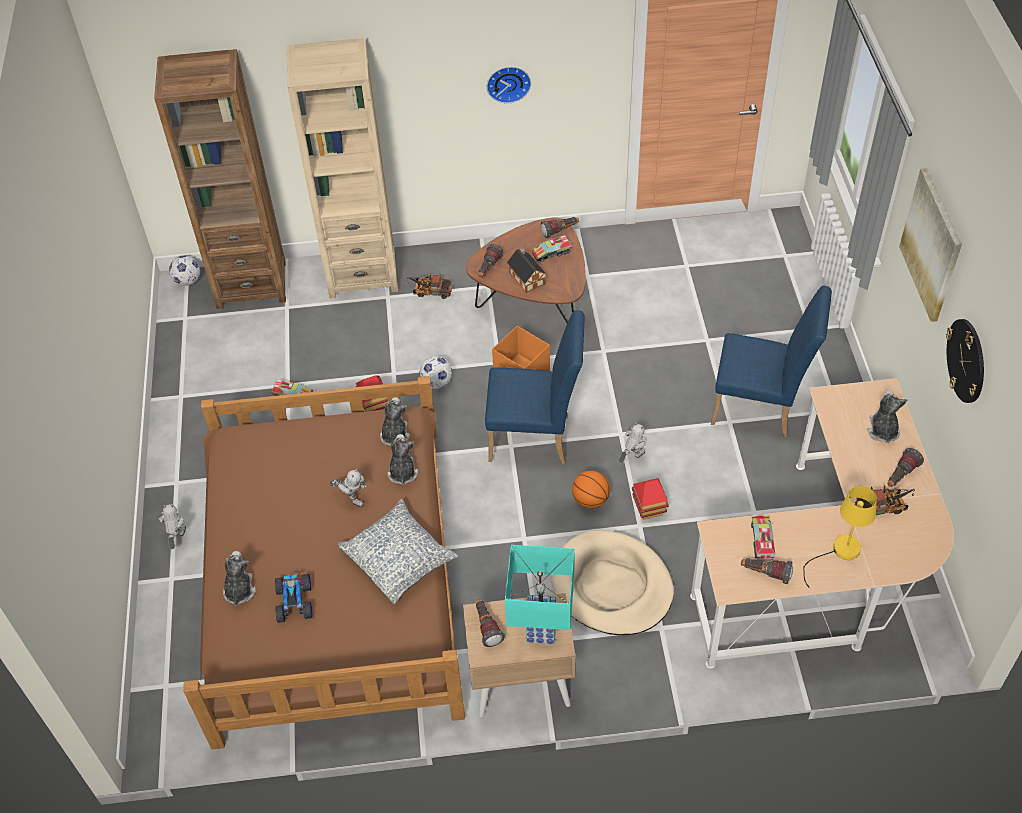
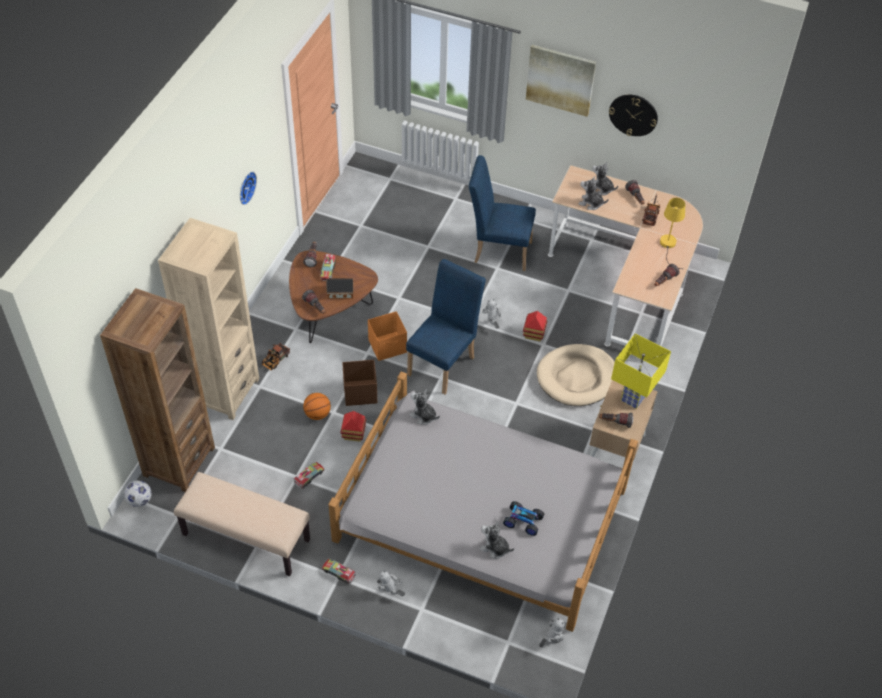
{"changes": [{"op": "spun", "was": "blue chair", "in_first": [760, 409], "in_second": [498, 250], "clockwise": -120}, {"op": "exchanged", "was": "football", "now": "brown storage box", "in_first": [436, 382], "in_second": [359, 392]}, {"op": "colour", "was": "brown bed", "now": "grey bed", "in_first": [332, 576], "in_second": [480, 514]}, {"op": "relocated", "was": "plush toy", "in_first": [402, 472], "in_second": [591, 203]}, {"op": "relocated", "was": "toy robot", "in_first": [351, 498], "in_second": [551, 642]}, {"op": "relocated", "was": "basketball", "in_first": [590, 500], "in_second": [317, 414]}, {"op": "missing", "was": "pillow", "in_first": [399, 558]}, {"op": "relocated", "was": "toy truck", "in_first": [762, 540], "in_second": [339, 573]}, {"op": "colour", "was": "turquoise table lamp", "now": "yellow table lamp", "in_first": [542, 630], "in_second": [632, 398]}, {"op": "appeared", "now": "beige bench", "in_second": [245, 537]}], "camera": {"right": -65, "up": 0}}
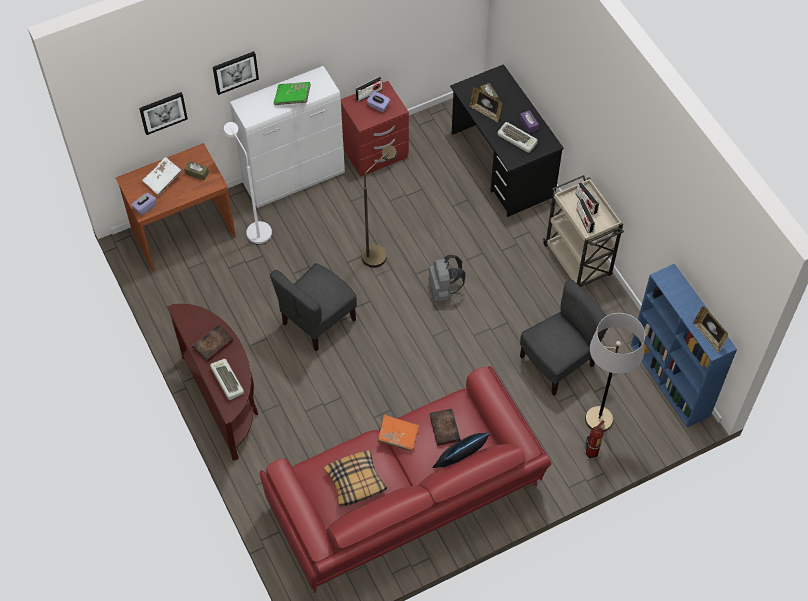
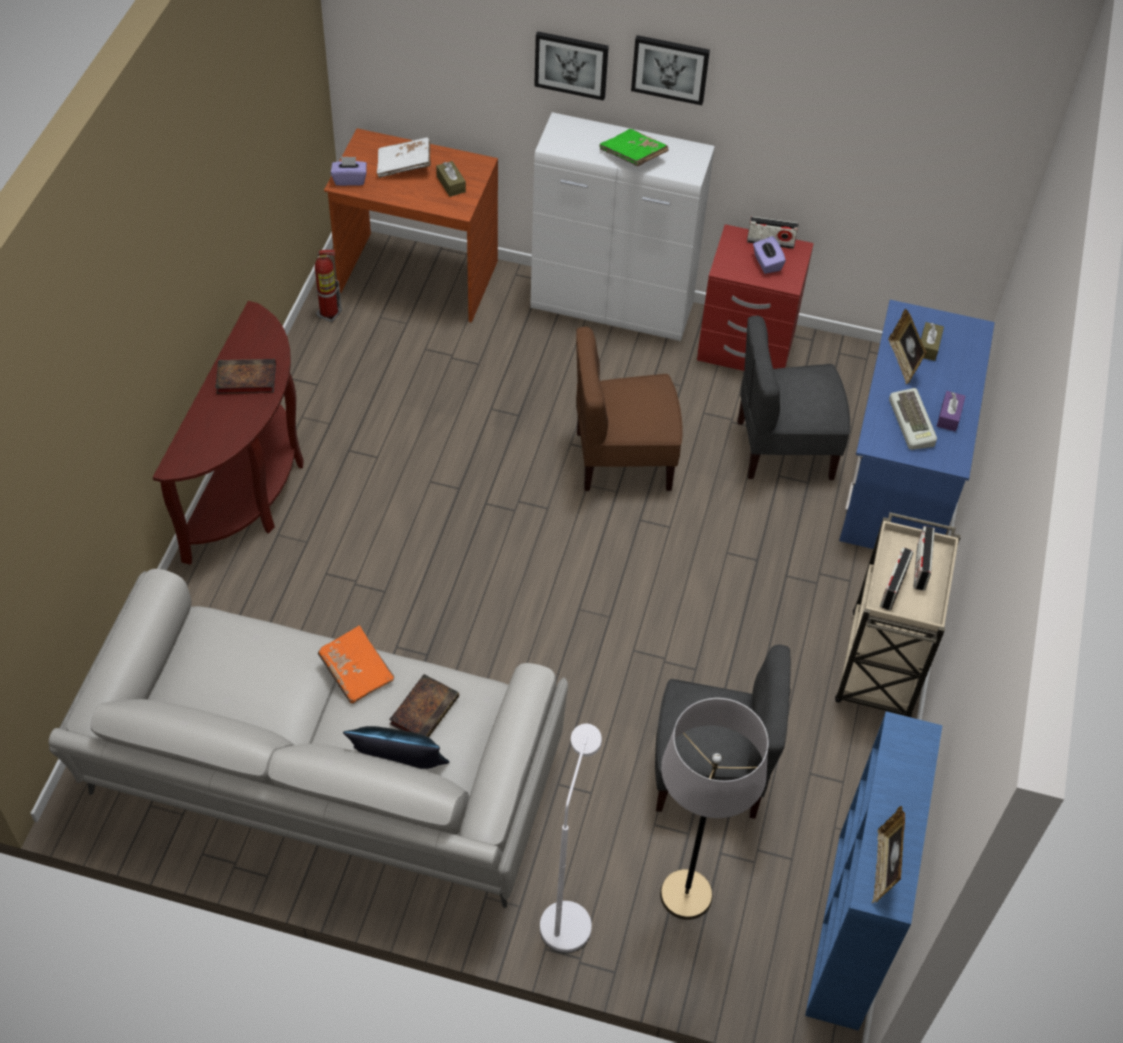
{"changes": [{"op": "colour", "was": "black desk", "now": "blue desk", "in_first": [502, 165], "in_second": [901, 474]}, {"op": "relocated", "was": "picture", "in_first": [163, 112], "in_second": [670, 68]}, {"op": "relocated", "was": "white floor lamp", "in_first": [255, 229], "in_second": [567, 914]}, {"op": "exchanged", "was": "brown floor lamp", "now": "brown chair", "in_first": [378, 251], "in_second": [622, 459]}, {"op": "missing", "was": "grey backpack", "in_first": [444, 290]}, {"op": "relocated", "was": "grey chair", "in_first": [318, 321], "in_second": [783, 448]}, {"op": "missing", "was": "keyboard", "in_first": [226, 381]}, {"op": "colour", "was": "red sofa", "now": "grey sofa", "in_first": [405, 499], "in_second": [321, 778]}, {"op": "relocated", "was": "fire extinguisher", "in_first": [592, 453], "in_second": [329, 314]}, {"op": "missing", "was": "pillow", "in_first": [355, 482]}], "camera": {"right": 40, "up": -5}}
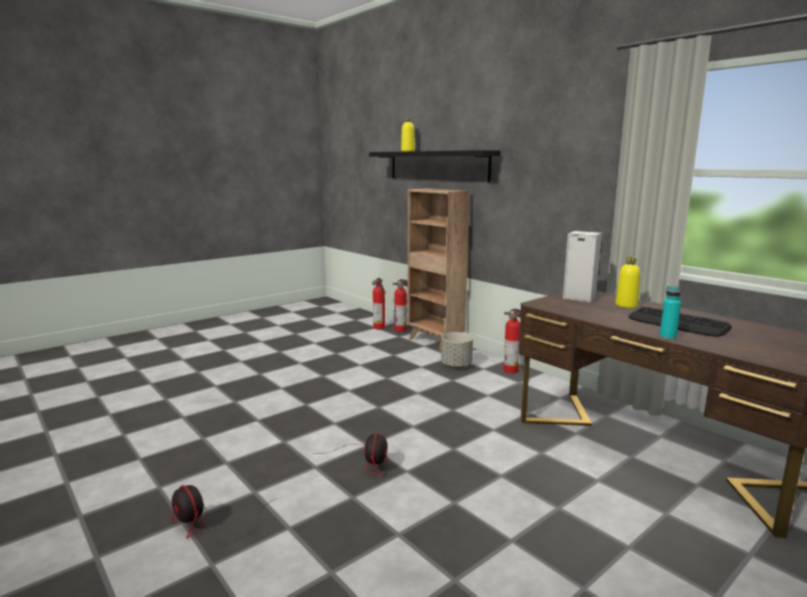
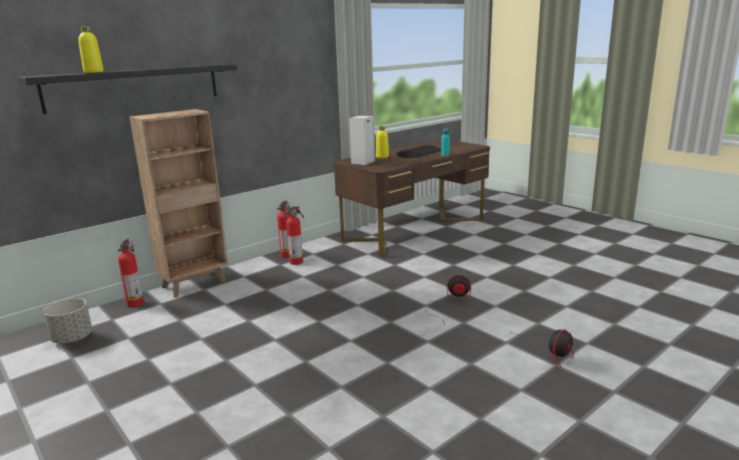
{"changes": [{"op": "relocated", "was": "fire extinguisher", "in_first": [379, 327], "in_second": [297, 262]}, {"op": "relocated", "was": "grey planter", "in_first": [456, 365], "in_second": [72, 338]}], "camera": {"right": -90, "up": 5}}
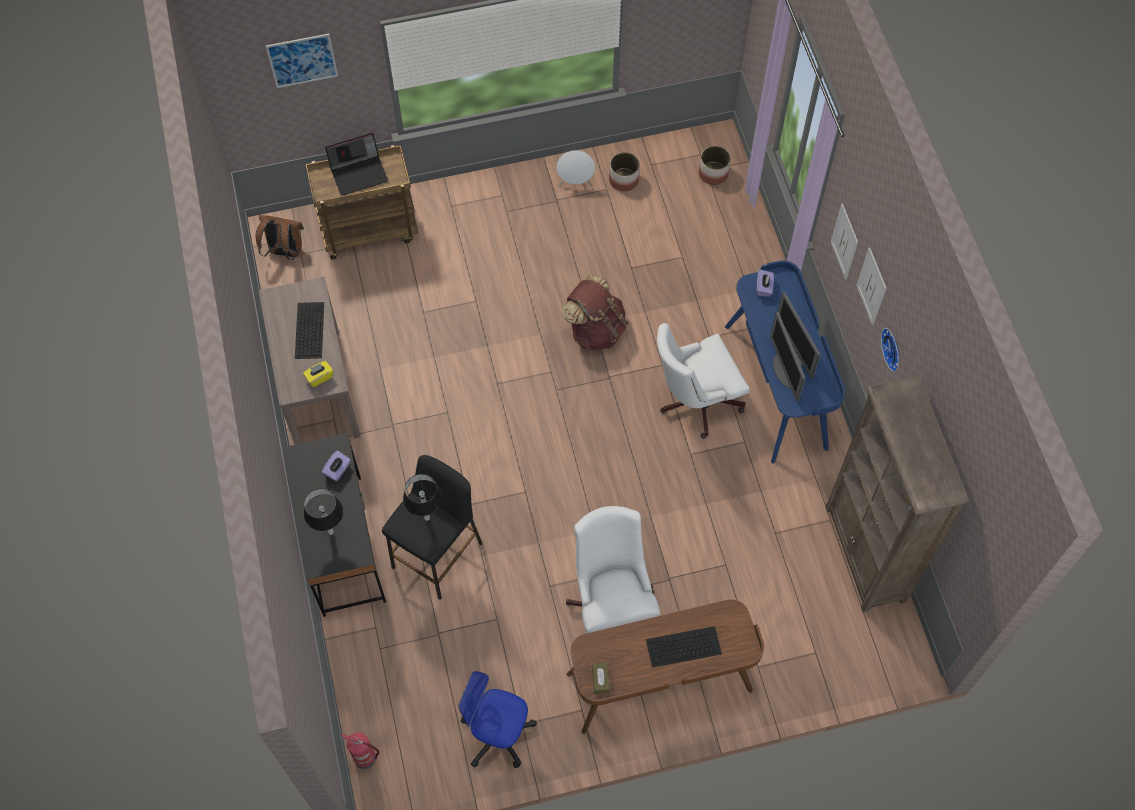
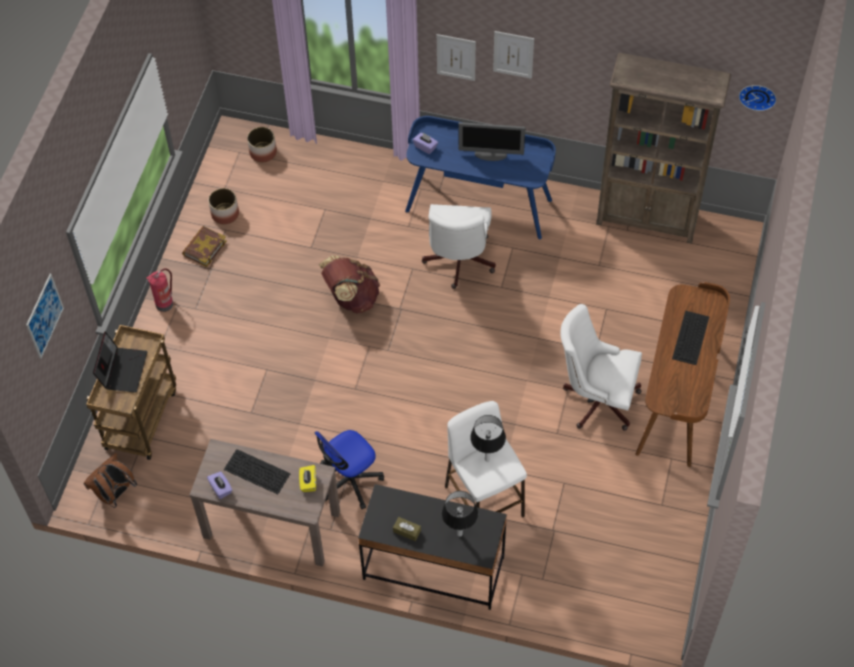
{"changes": [{"op": "exchanged", "was": "white speaker", "now": "book", "in_first": [575, 183], "in_second": [204, 248]}, {"op": "missing", "was": "monitor", "in_first": [783, 371]}, {"op": "relocated", "was": "wall clock", "in_first": [893, 348], "in_second": [758, 95]}, {"op": "relocated", "was": "purple tissue box", "in_first": [337, 470], "in_second": [221, 488]}, {"op": "colour", "was": "black stool", "now": "white stool", "in_first": [437, 555], "in_second": [484, 500]}, {"op": "relocated", "was": "brown tissue box", "in_first": [600, 680], "in_second": [407, 531]}, {"op": "relocated", "was": "office chair", "in_first": [497, 733], "in_second": [349, 480]}, {"op": "relocated", "was": "fire extinguisher", "in_first": [366, 757], "in_second": [165, 303]}], "camera": {"right": -60, "up": -5}}
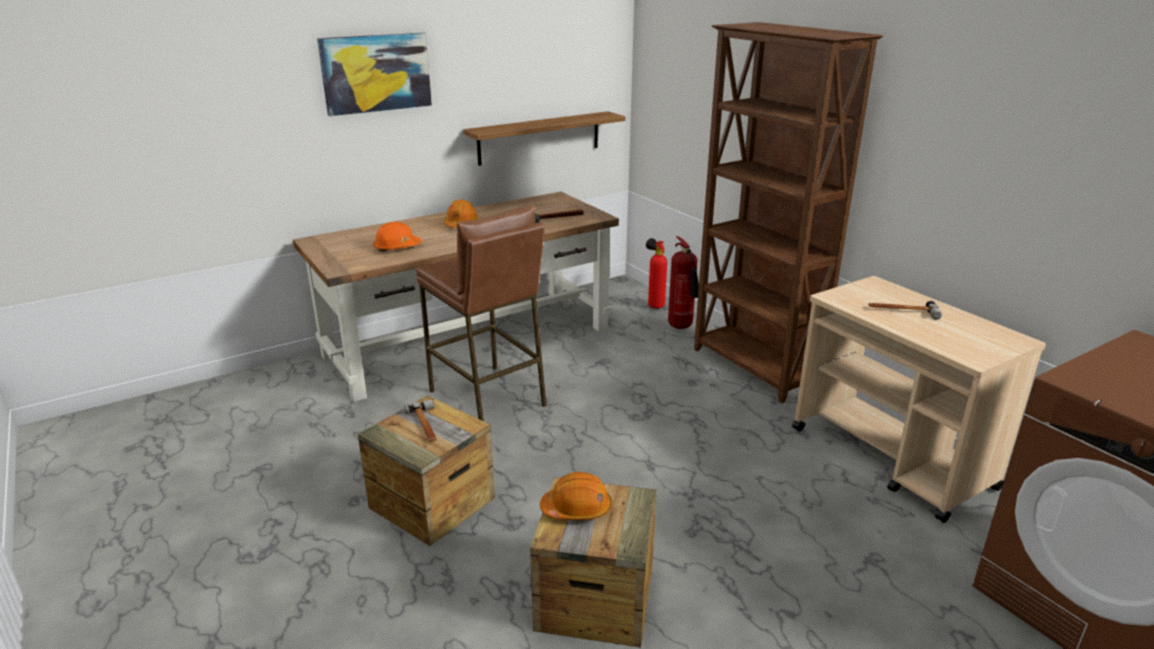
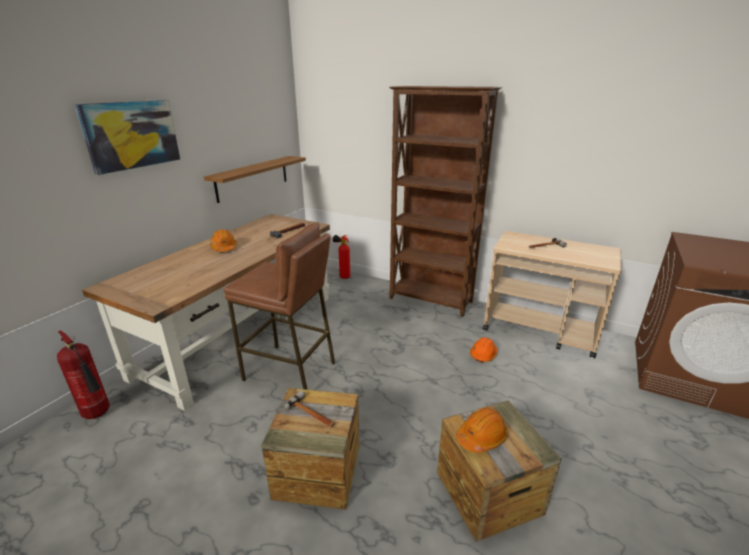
{"changes": [{"op": "relocated", "was": "orange hard hat", "in_first": [397, 247], "in_second": [483, 355]}, {"op": "relocated", "was": "fire extinguisher", "in_first": [682, 327], "in_second": [99, 414]}], "camera": {"right": -30, "up": 0}}
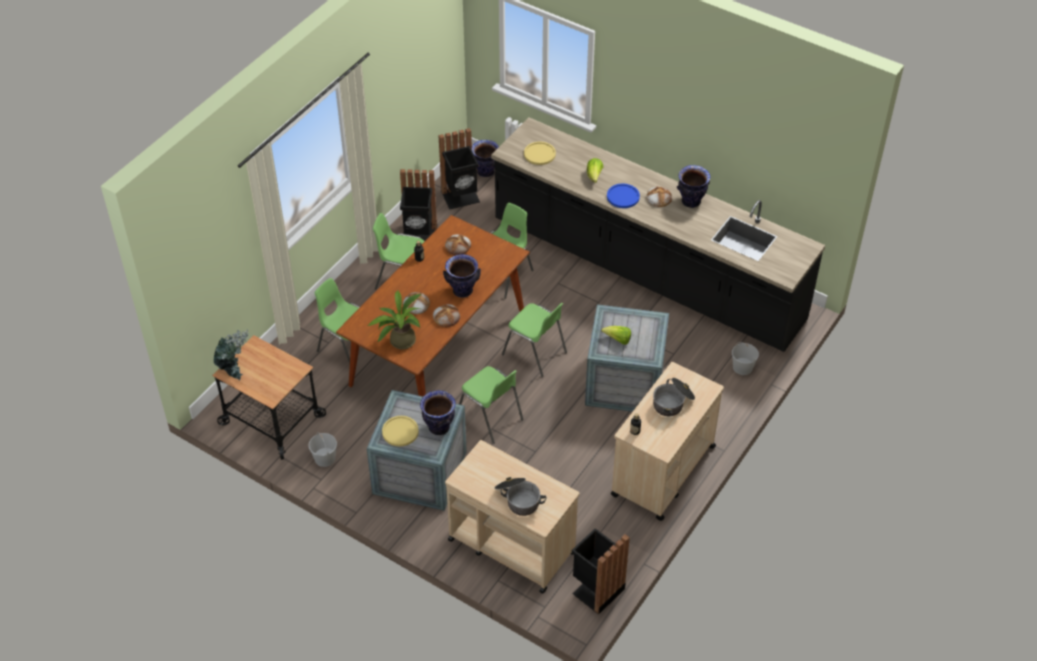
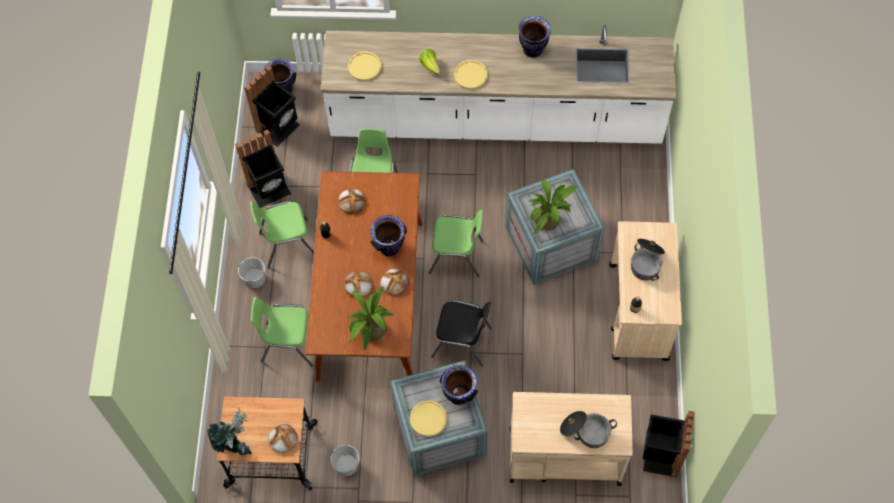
{"changes": [{"op": "colour", "was": "black counter", "now": "white counter", "in_first": [646, 272], "in_second": [496, 121]}, {"op": "colour", "was": "blue plate", "now": "yellow plate", "in_first": [623, 196], "in_second": [470, 75]}, {"op": "relocated", "was": "bread", "in_first": [658, 198], "in_second": [282, 439]}, {"op": "exchanged", "was": "lettuce", "now": "potted plant", "in_first": [618, 340], "in_second": [549, 220]}, {"op": "relocated", "was": "white bucket", "in_first": [742, 367], "in_second": [254, 279]}, {"op": "colour", "was": "green chair", "now": "black chair", "in_first": [490, 418], "in_second": [462, 342]}], "camera": {"right": -30, "up": 15}}
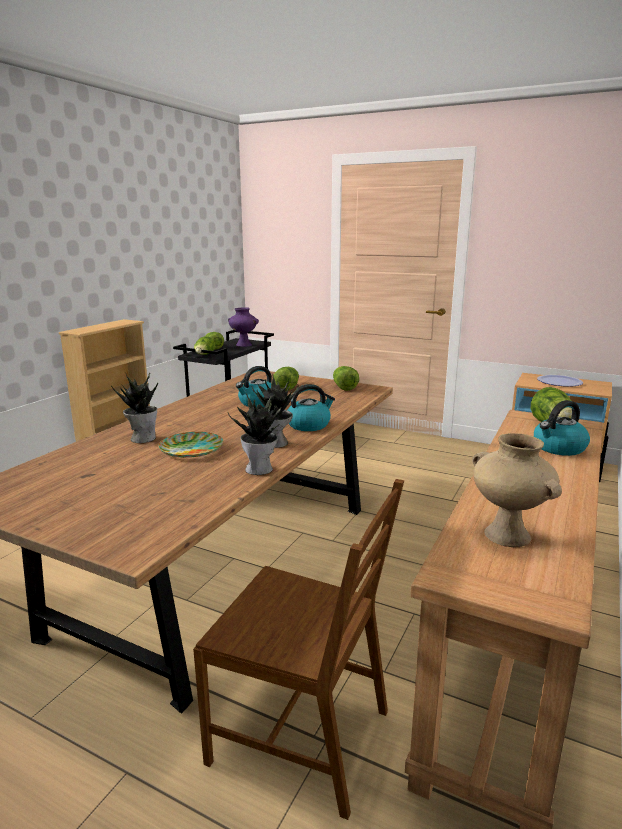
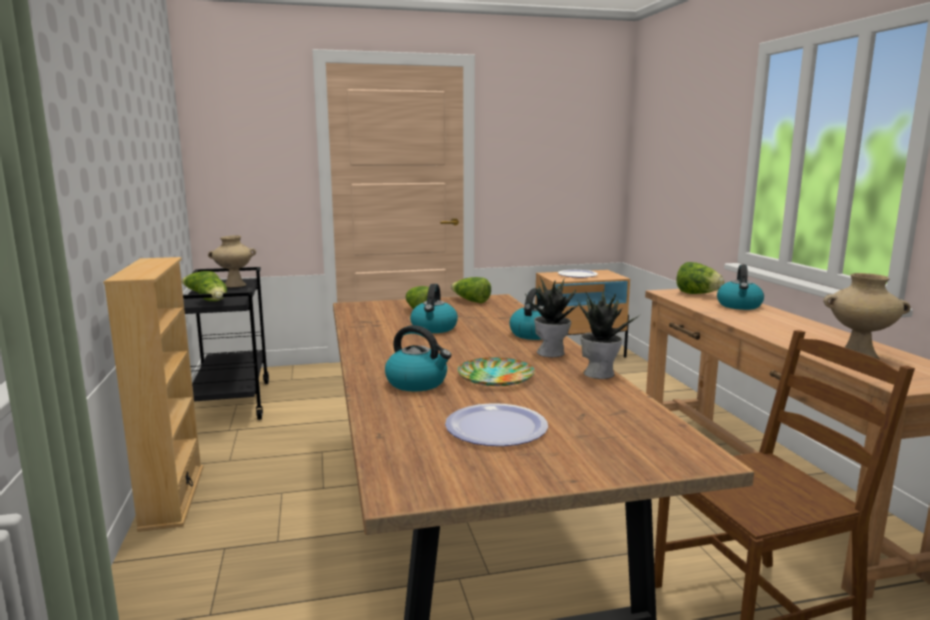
{"changes": [{"op": "colour", "was": "purple vase", "now": "beige vase", "in_first": [243, 345], "in_second": [234, 285]}, {"op": "exchanged", "was": "potted plant", "now": "kettle", "in_first": [143, 438], "in_second": [417, 383]}, {"op": "appeared", "now": "plate", "in_second": [496, 427]}], "camera": {"right": -40, "up": -5}}
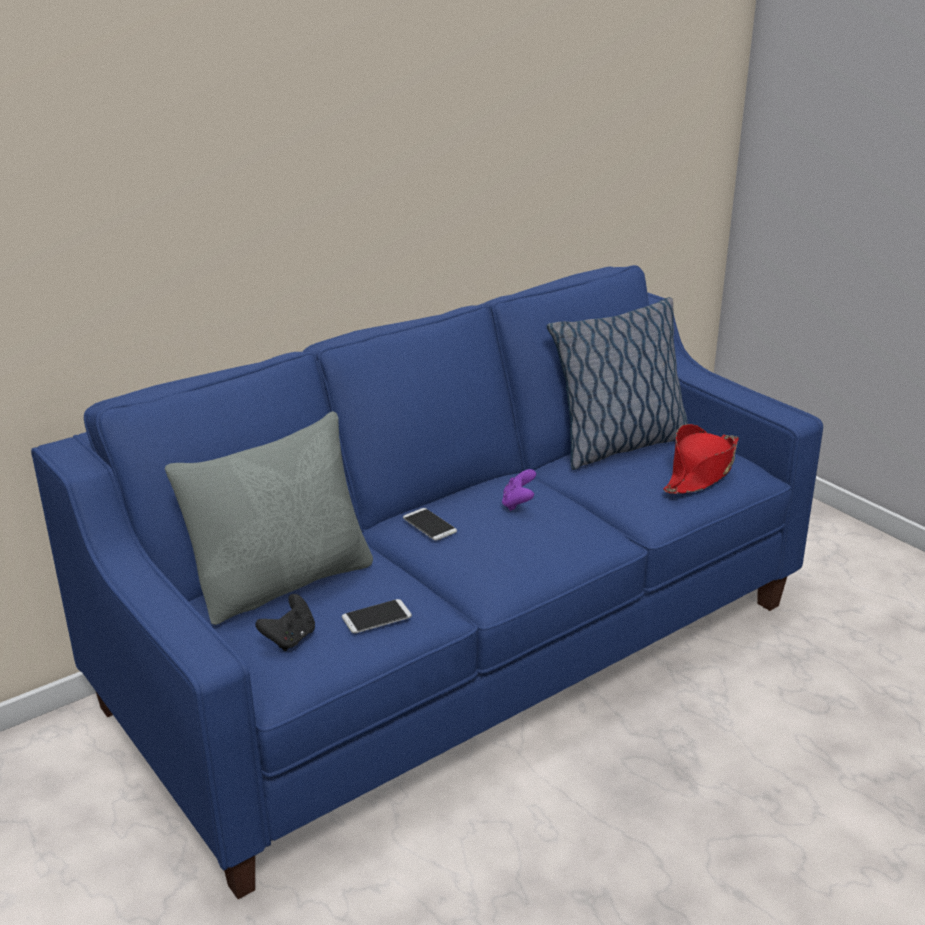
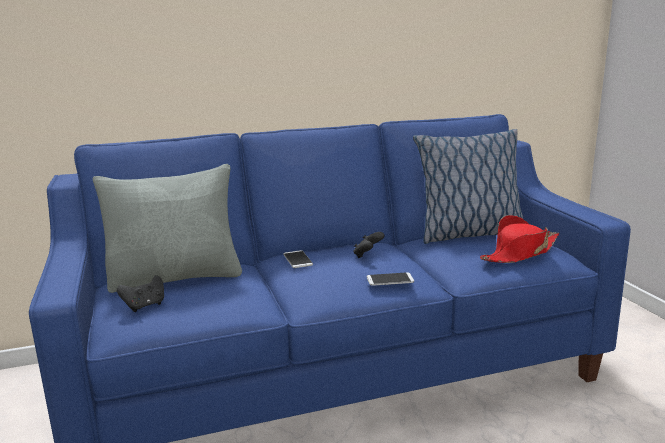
{"changes": [{"op": "colour", "was": "purple game controller", "now": "black game controller", "in_first": [518, 504], "in_second": [367, 255]}, {"op": "relocated", "was": "phone", "in_first": [376, 617], "in_second": [390, 280]}], "camera": {"right": 20, "up": -10}}
